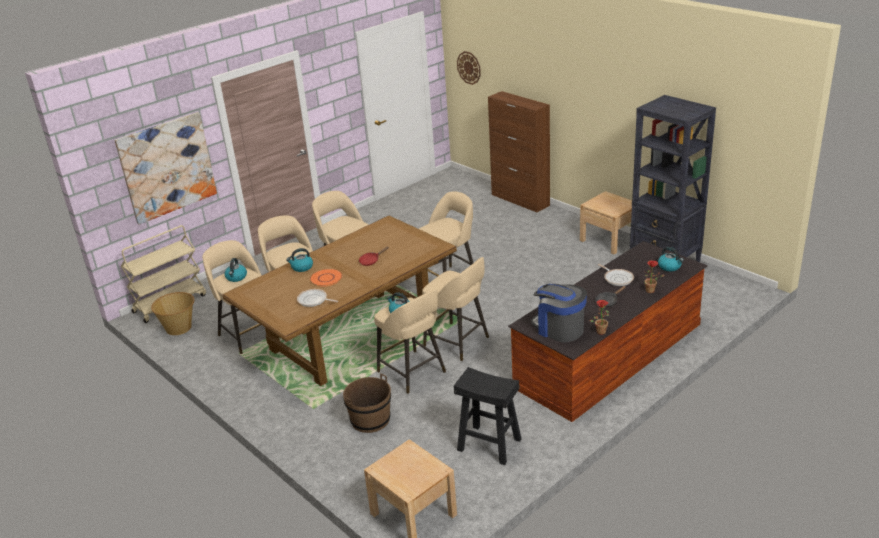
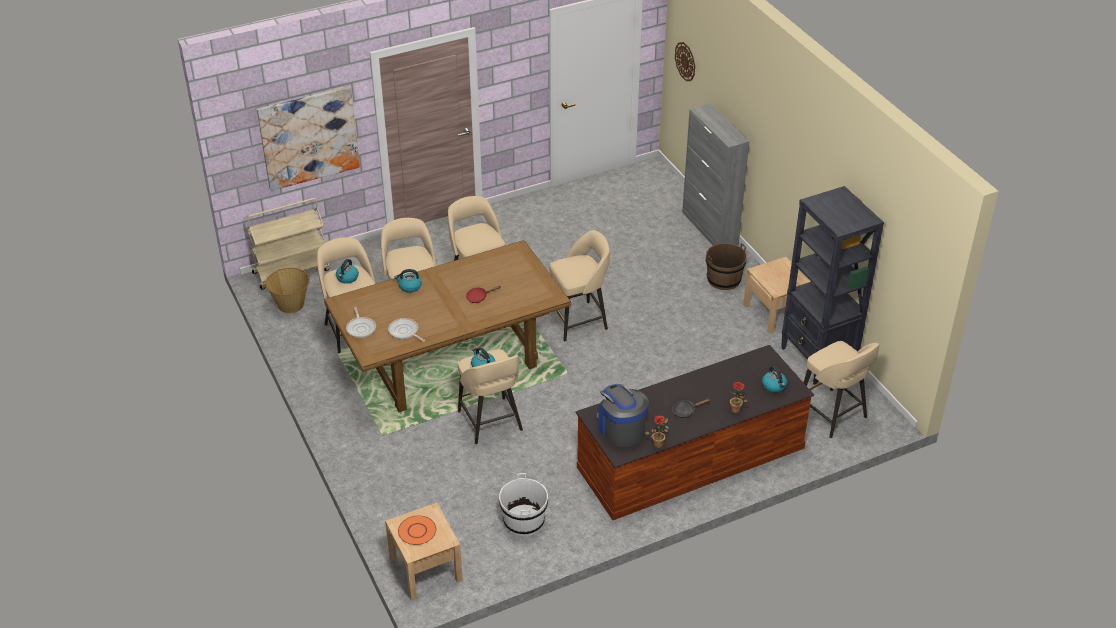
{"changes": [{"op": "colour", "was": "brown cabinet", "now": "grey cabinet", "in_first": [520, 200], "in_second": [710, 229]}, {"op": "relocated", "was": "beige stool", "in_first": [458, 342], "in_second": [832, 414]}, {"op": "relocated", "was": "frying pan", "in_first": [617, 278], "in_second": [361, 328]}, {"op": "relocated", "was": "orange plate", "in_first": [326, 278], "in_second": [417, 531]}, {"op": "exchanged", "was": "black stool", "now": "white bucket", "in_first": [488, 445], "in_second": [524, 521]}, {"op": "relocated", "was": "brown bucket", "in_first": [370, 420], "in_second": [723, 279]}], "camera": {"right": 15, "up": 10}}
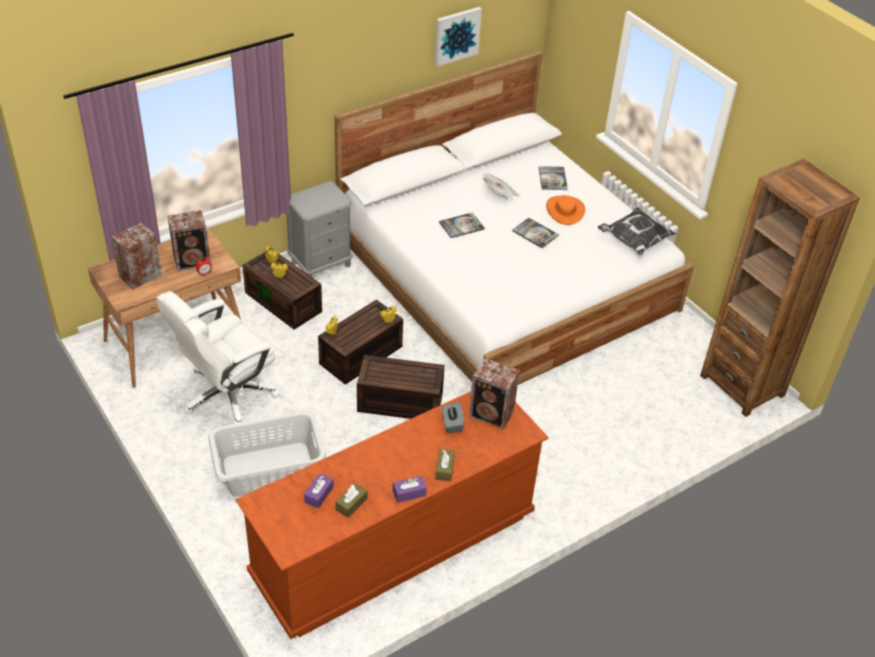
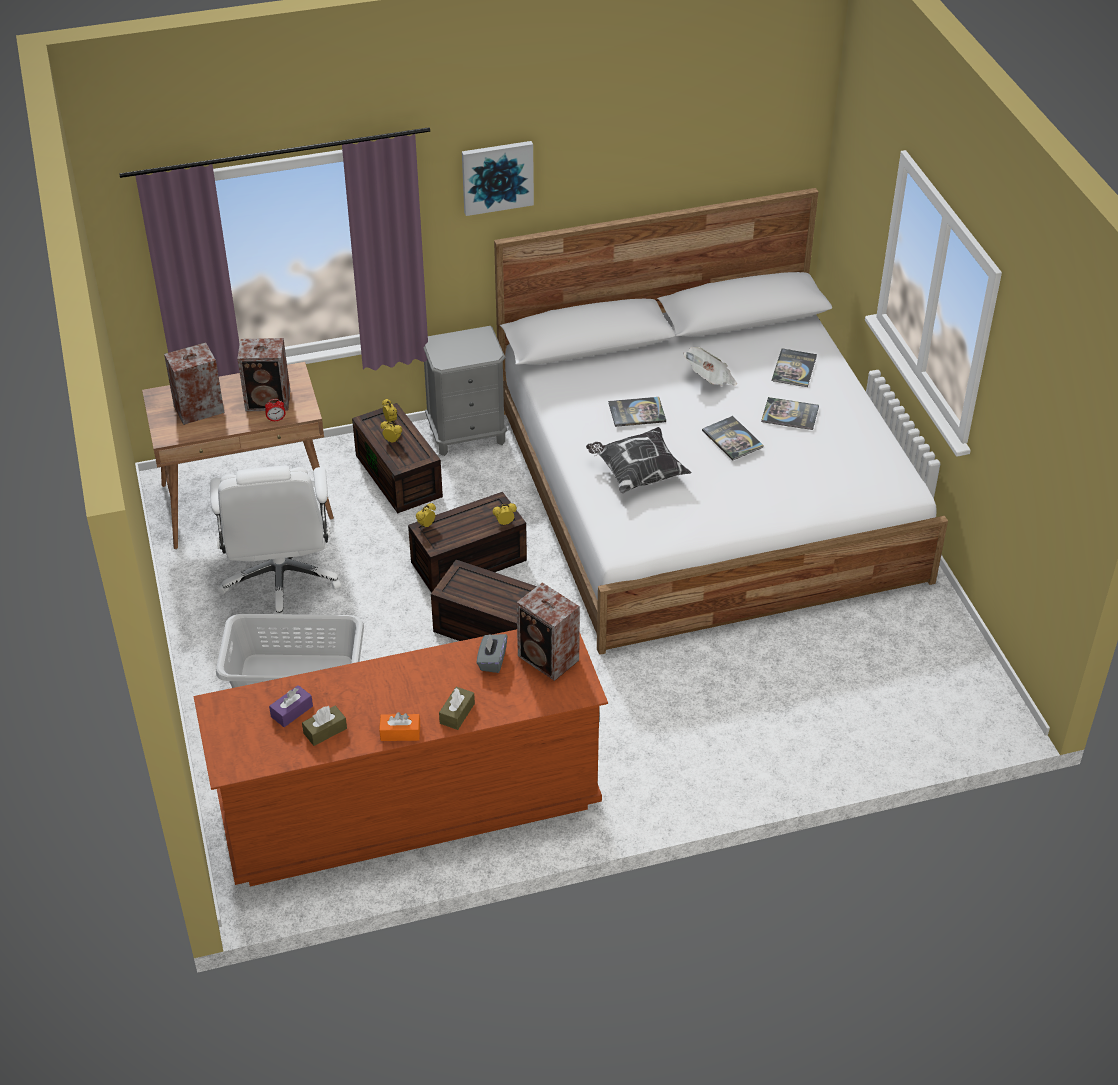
{"changes": [{"op": "relocated", "was": "picture", "in_first": [456, 35], "in_second": [497, 177]}, {"op": "missing", "was": "brown bookcase", "in_first": [742, 385]}, {"op": "exchanged", "was": "orange hat", "now": "book", "in_first": [565, 210], "in_second": [790, 414]}, {"op": "relocated", "was": "pillow", "in_first": [634, 241], "in_second": [637, 473]}, {"op": "spun", "was": "white office chair", "in_first": [226, 395], "in_second": [281, 579], "clockwise": -75}, {"op": "colour", "was": "purple tissue box", "now": "orange tissue box", "in_first": [409, 493], "in_second": [400, 733]}], "camera": {"right": 20, "up": 0}}
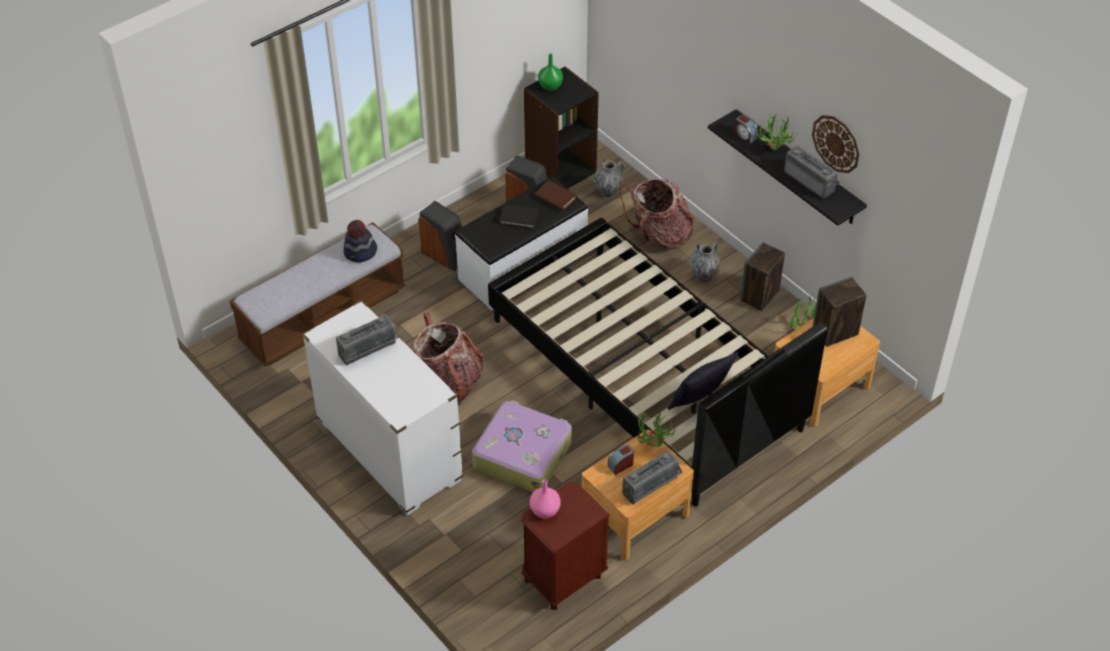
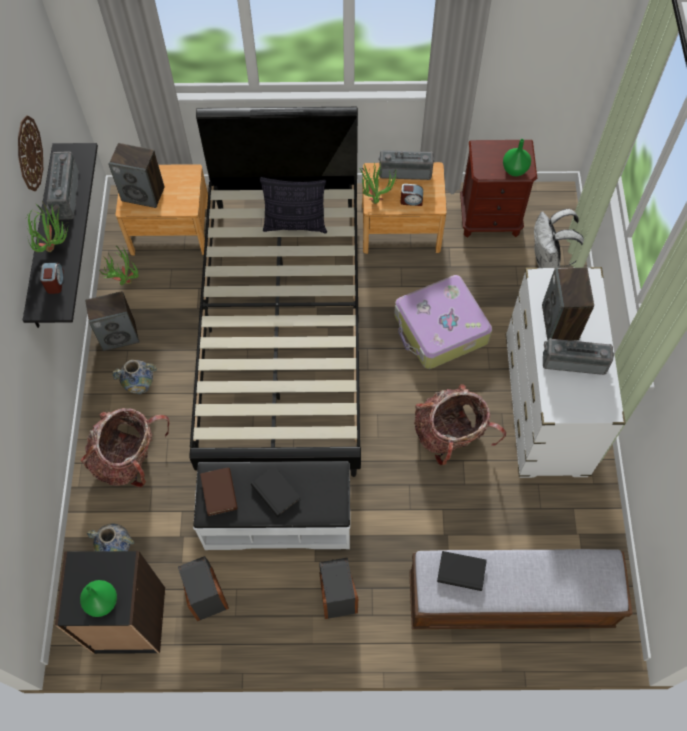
{"changes": [{"op": "exchanged", "was": "hat", "now": "black book", "in_first": [360, 252], "in_second": [461, 572]}, {"op": "colour", "was": "pink vase", "now": "green vase", "in_first": [544, 511], "in_second": [515, 169]}, {"op": "appeared", "now": "white backpack", "in_second": [548, 259]}, {"op": "appeared", "now": "speaker", "in_second": [560, 323]}], "camera": {"right": -140, "up": 15}}
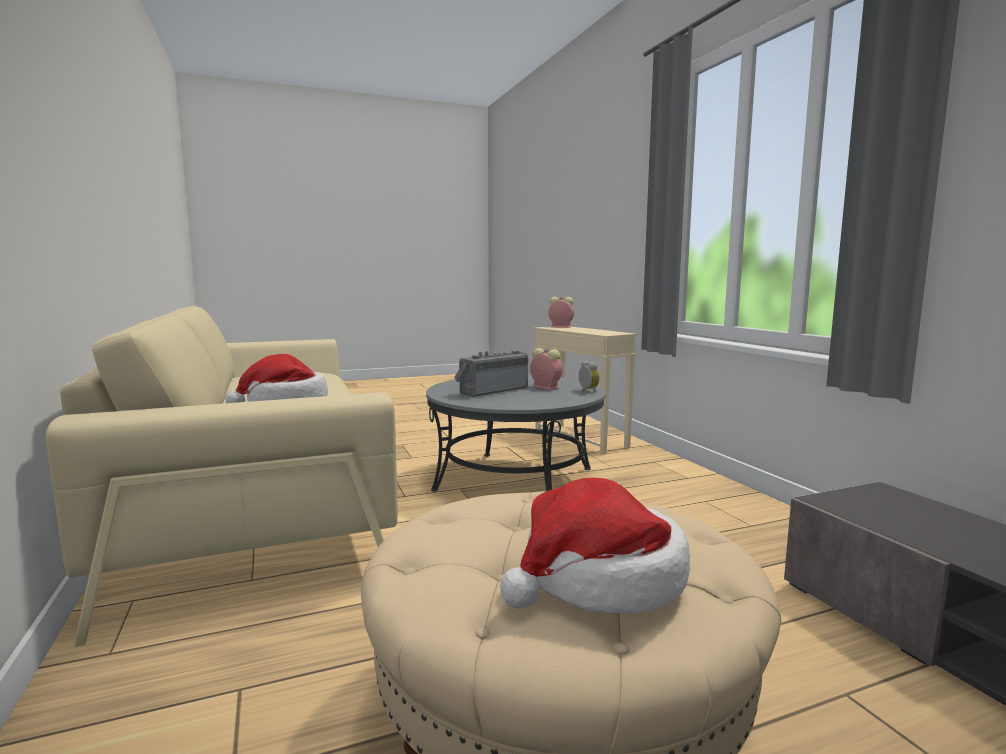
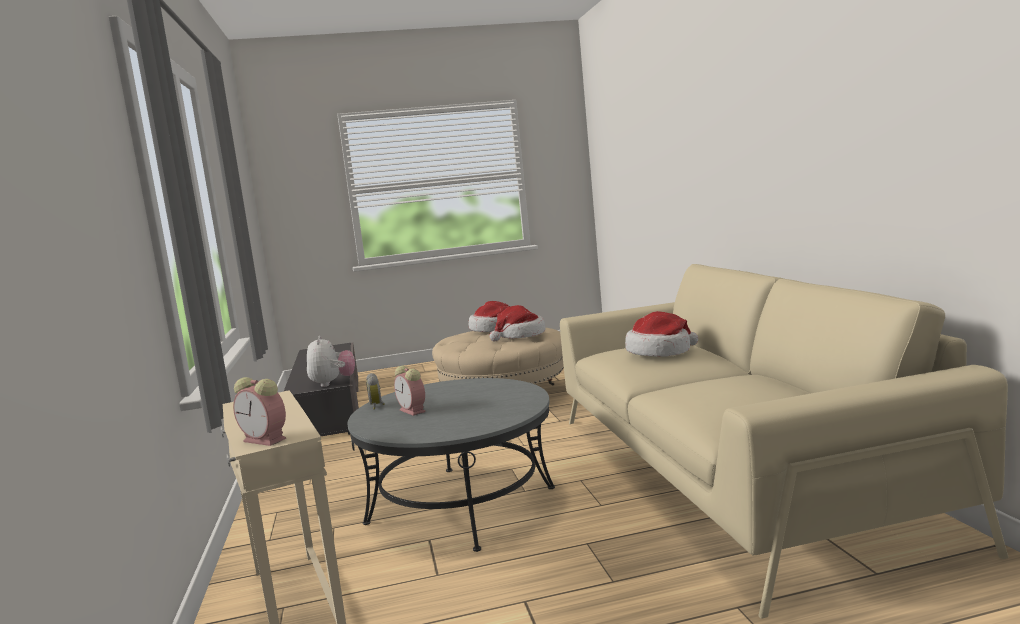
{"changes": [{"op": "missing", "was": "radio", "in_first": [492, 390]}, {"op": "appeared", "now": "hat", "in_second": [520, 335]}, {"op": "appeared", "now": "plush toy", "in_second": [332, 383]}], "camera": {"right": -170, "up": 0}}
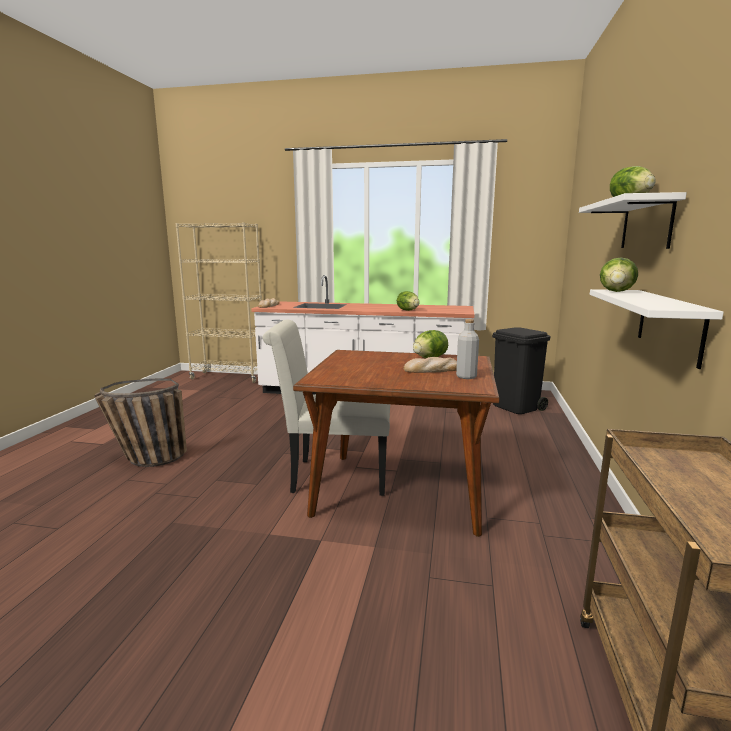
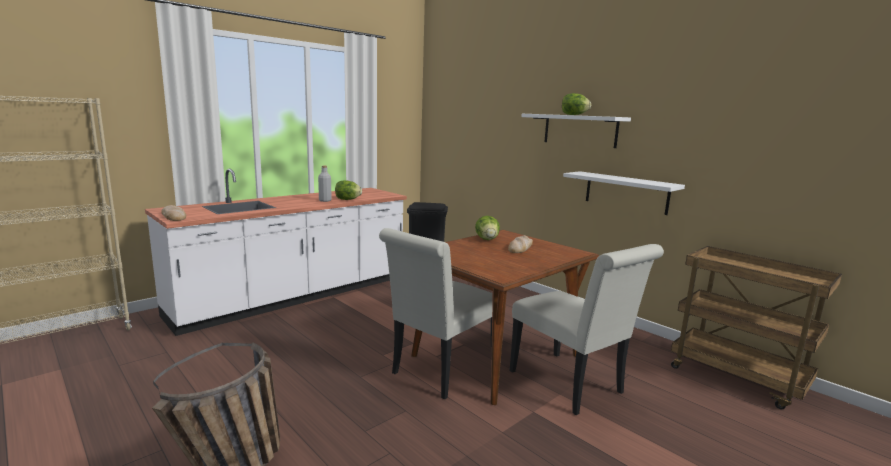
{"changes": [{"op": "missing", "was": "lettuce", "in_first": [616, 292]}, {"op": "relocated", "was": "grey bottle", "in_first": [466, 376], "in_second": [325, 200]}, {"op": "appeared", "now": "white chair", "in_second": [571, 385]}], "camera": {"right": -55, "up": 0}}
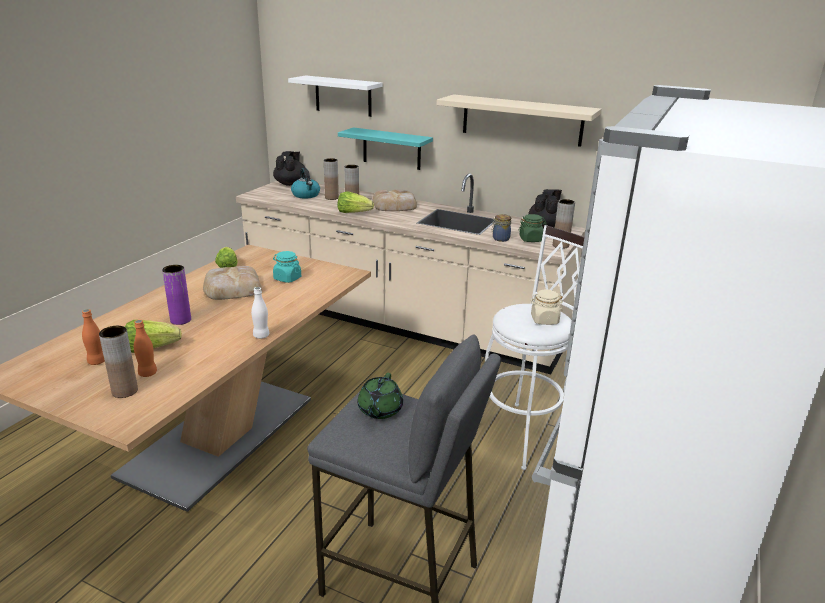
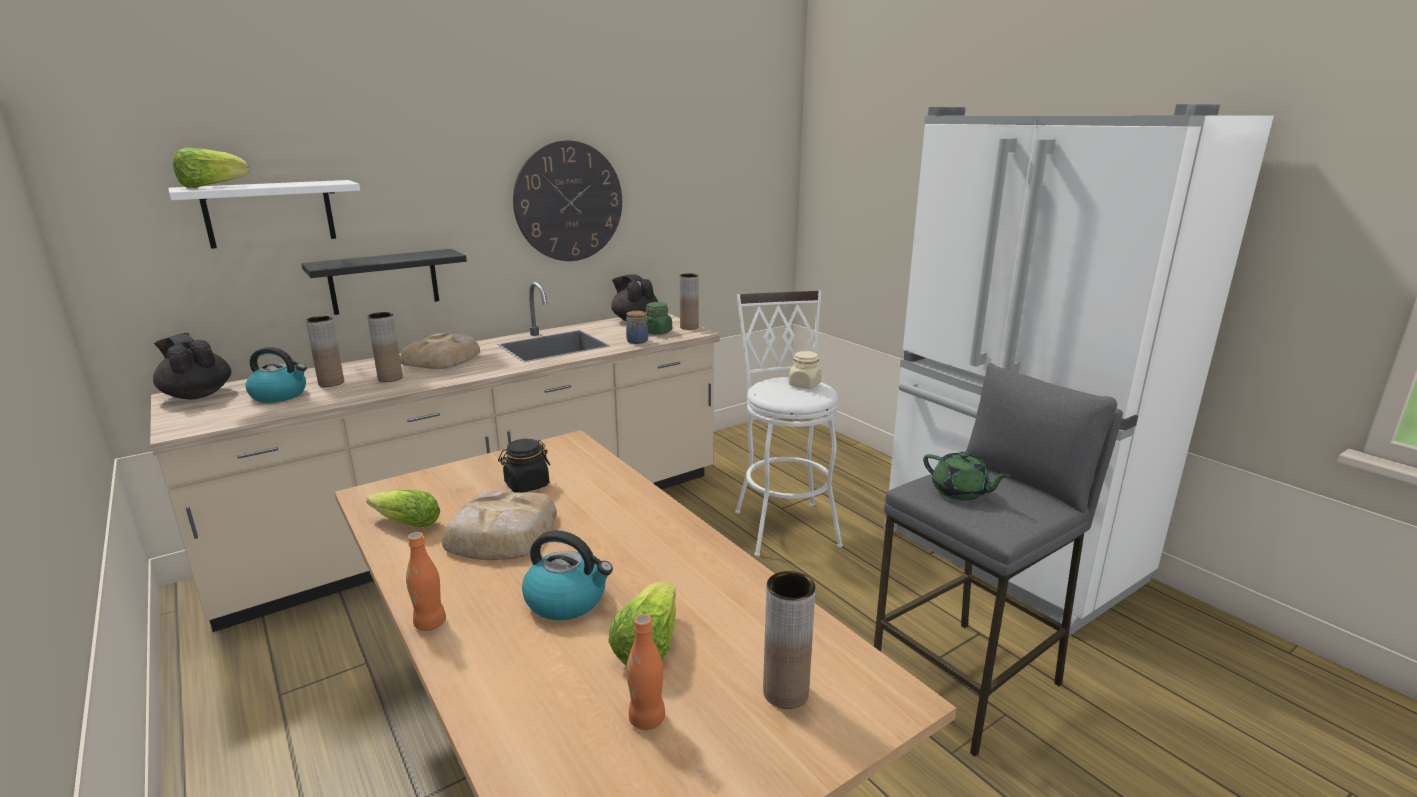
{"changes": [{"op": "exchanged", "was": "beige shelf", "now": "wall clock", "in_first": [522, 120], "in_second": [569, 202]}, {"op": "colour", "was": "turquoise shelf", "now": "black shelf", "in_first": [391, 149], "in_second": [384, 281]}, {"op": "relocated", "was": "lettuce", "in_first": [353, 213], "in_second": [211, 186]}, {"op": "colour", "was": "turquoise jar", "now": "black jar", "in_first": [287, 278], "in_second": [526, 485]}, {"op": "exchanged", "was": "purple vase", "now": "kettle", "in_first": [180, 320], "in_second": [567, 600]}, {"op": "missing", "was": "white bottle", "in_first": [261, 336]}, {"op": "relocated", "was": "orange bottle", "in_first": [148, 373], "in_second": [430, 623]}], "camera": {"right": -60, "up": -5}}
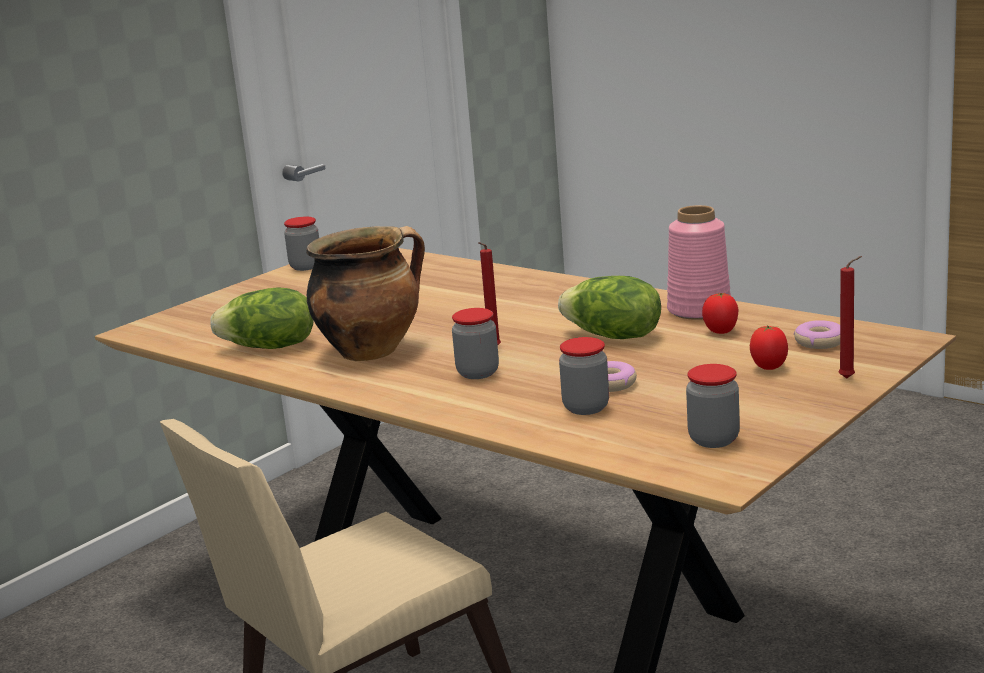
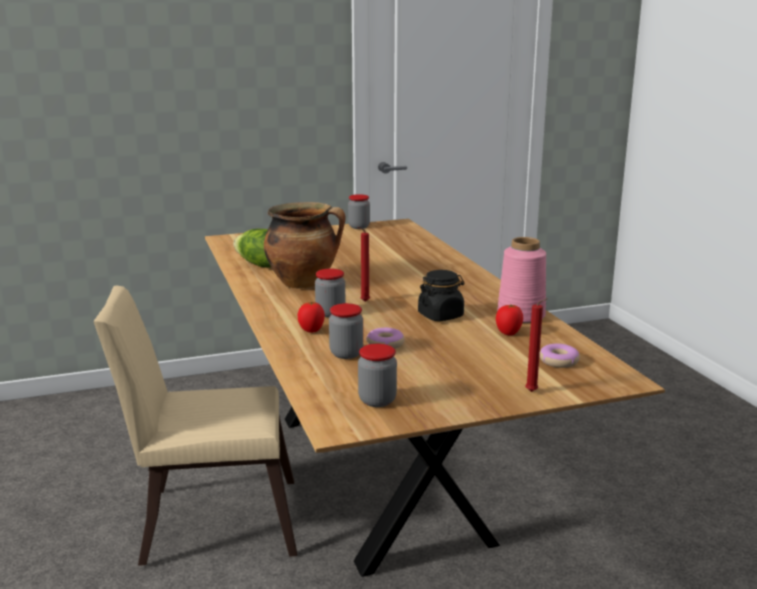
{"changes": [{"op": "exchanged", "was": "lettuce", "now": "black jar", "in_first": [613, 336], "in_second": [440, 315]}, {"op": "relocated", "was": "tomato", "in_first": [769, 368], "in_second": [311, 331]}], "camera": {"right": 30, "up": 0}}
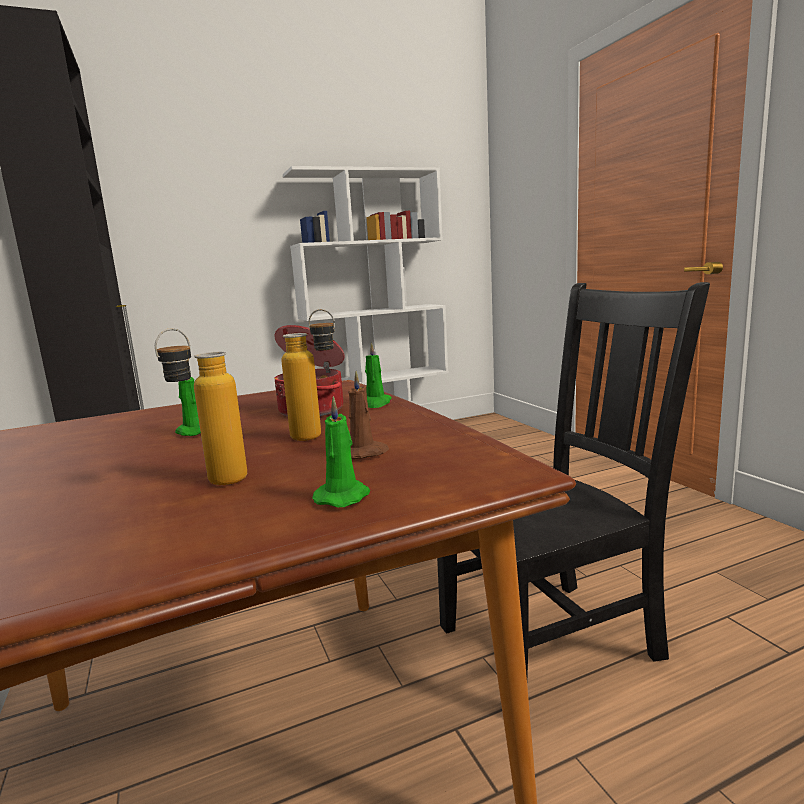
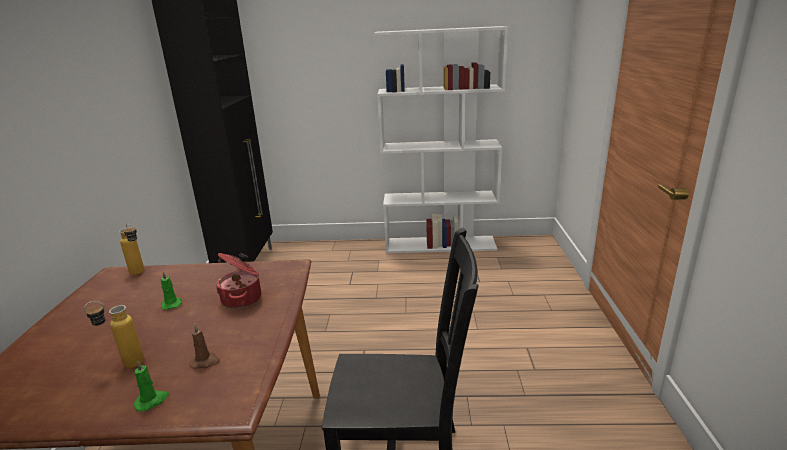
{"changes": [{"op": "relocated", "was": "bottle", "in_first": [318, 437], "in_second": [140, 274]}, {"op": "missing", "was": "green candle", "in_first": [375, 403]}], "camera": {"right": 25, "up": 10}}
